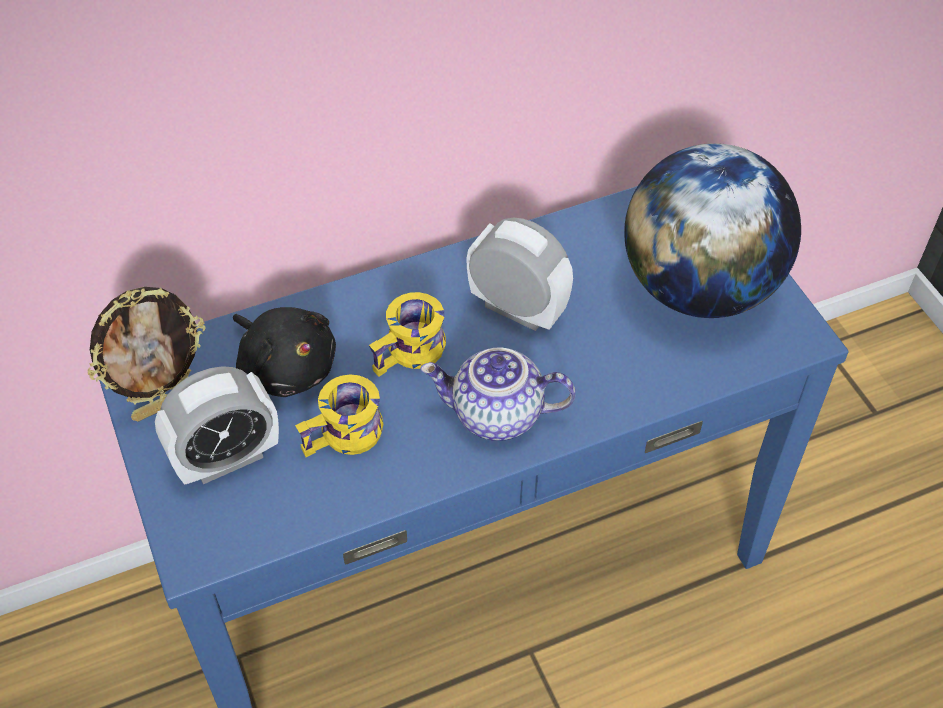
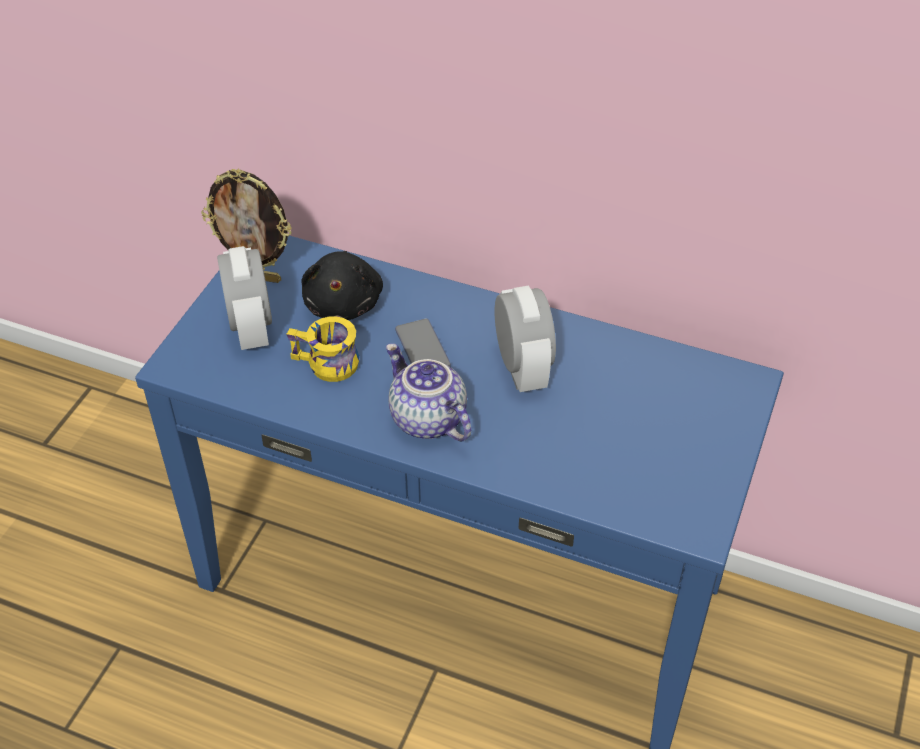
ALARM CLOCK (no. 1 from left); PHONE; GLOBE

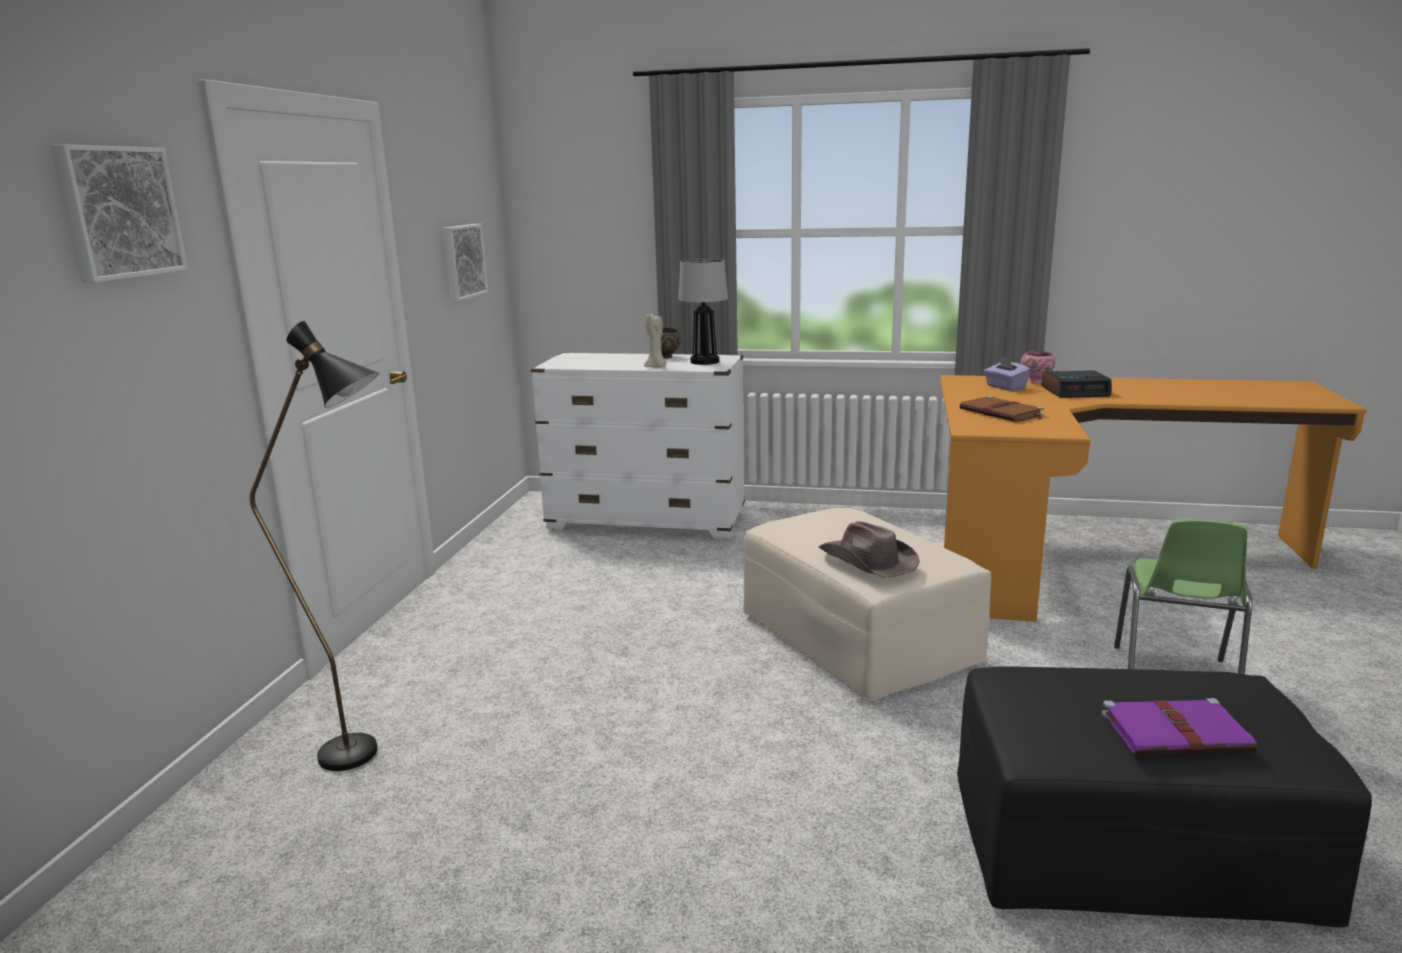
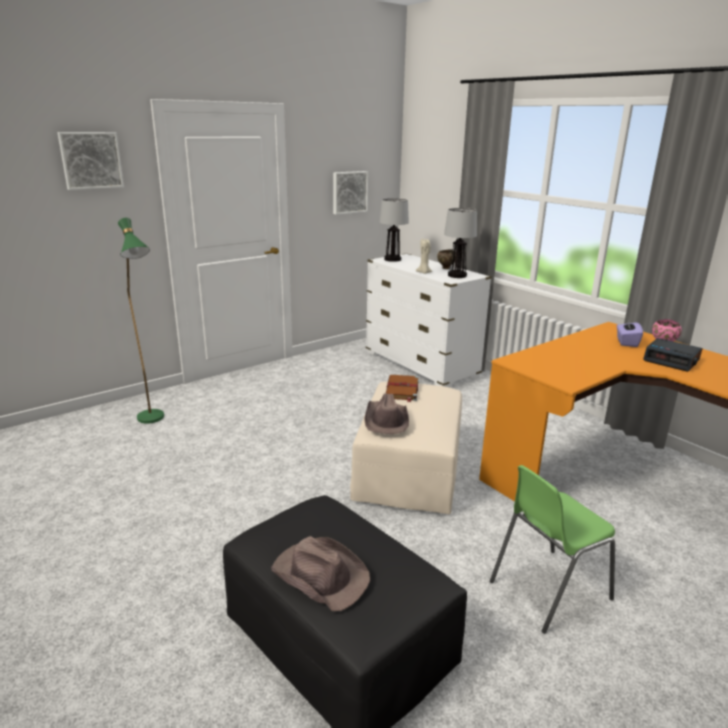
GREEN FLOOR LAMP; BROWN HAT (no. 1 from left); TABLE LAMP (no. 1 from left); BROWN BOOK

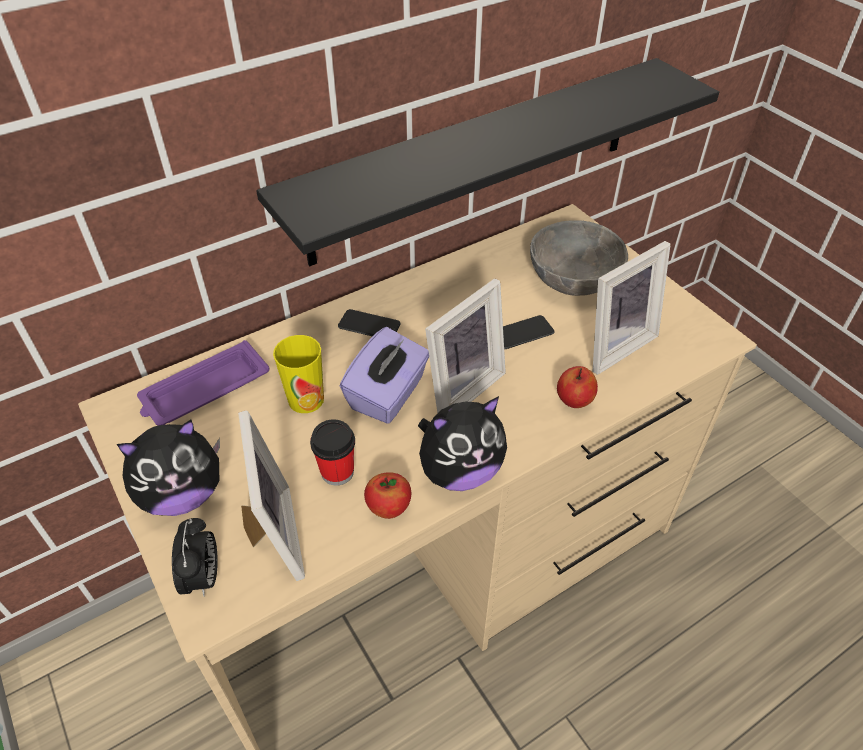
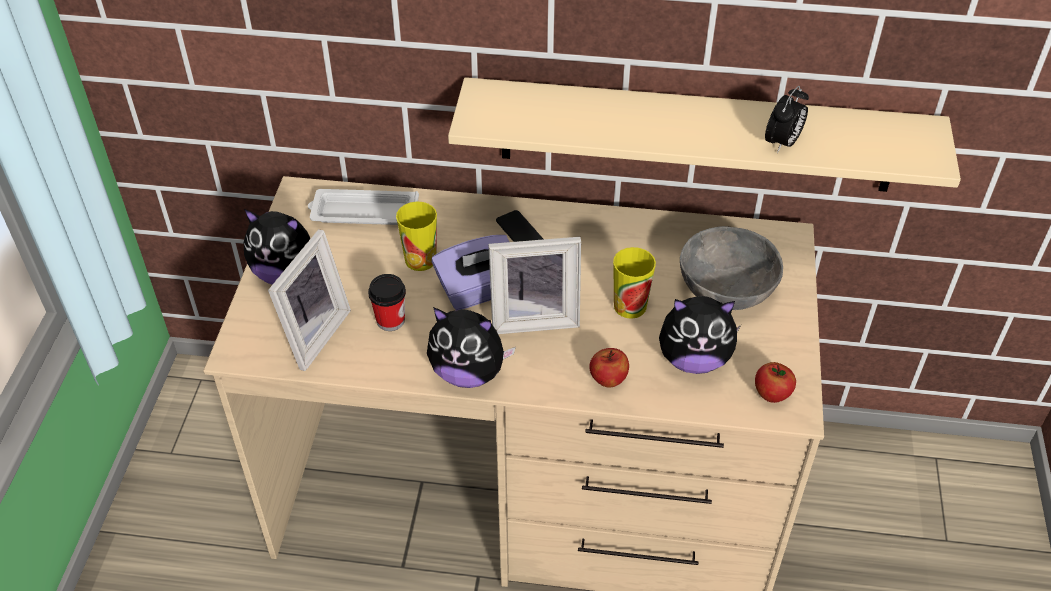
WHITE TRAY; BEIGE SHELF; CUP (no. 3 from left); PLUSH TOY (no. 3 from left); APPLE (no. 2 from left); ALARM CLOCK

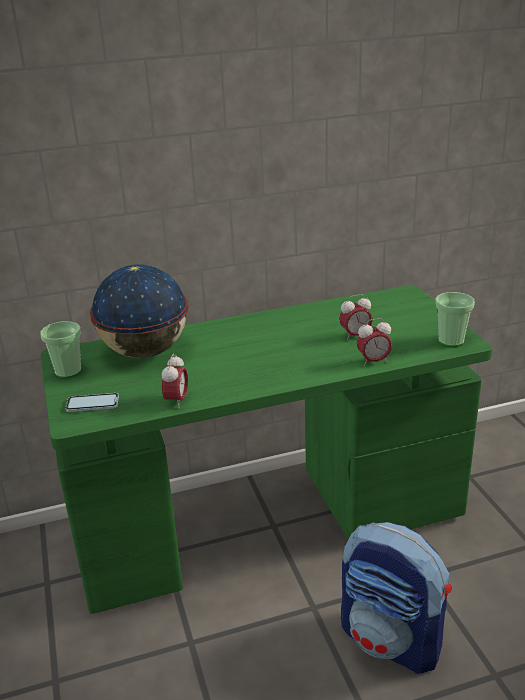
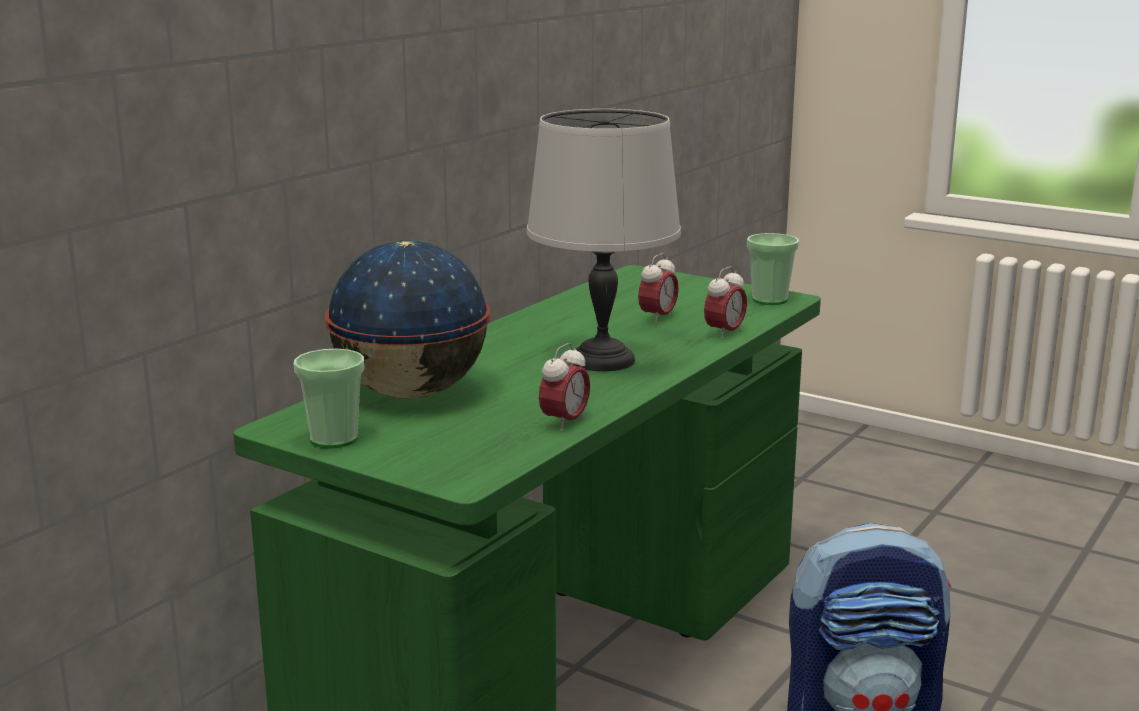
GREY TABLE LAMP; ALARM CLOCK (no. 1 from left); PHONE

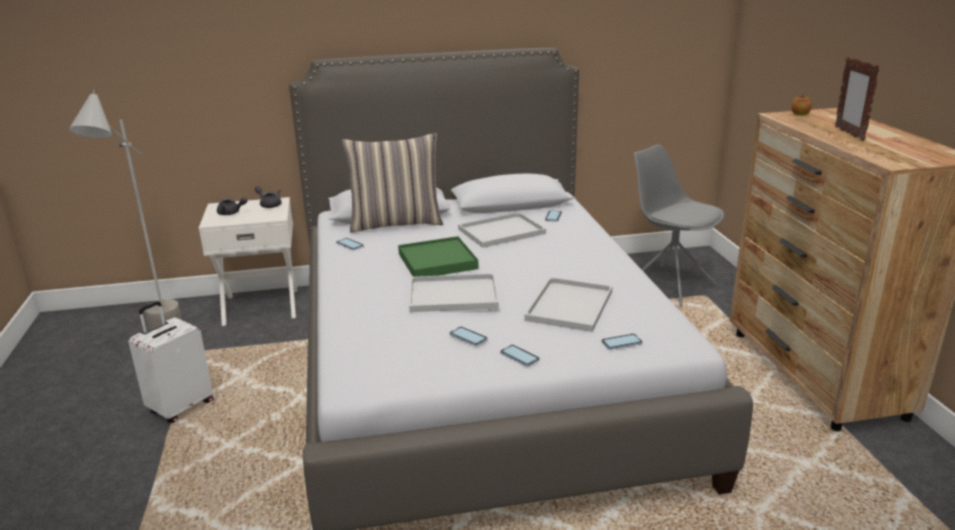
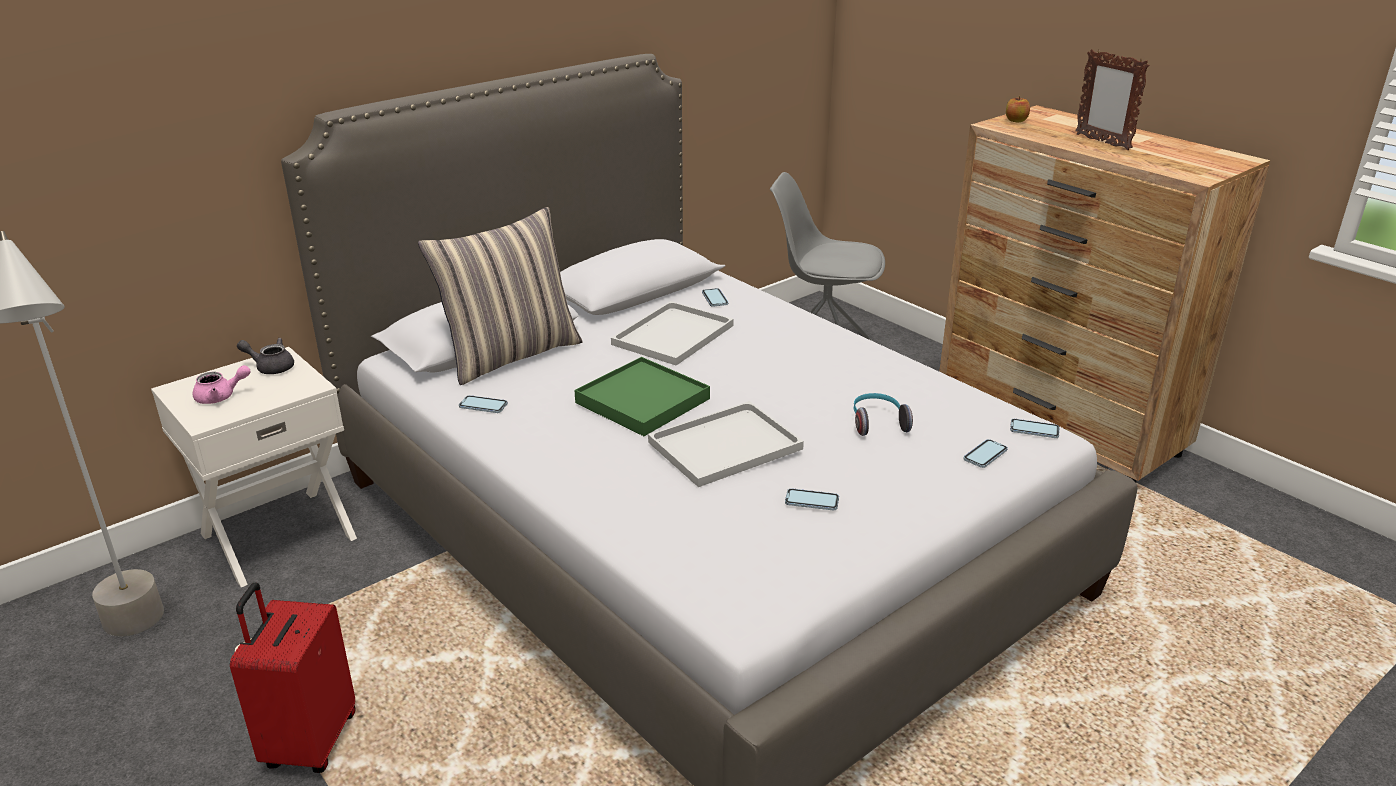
PINK TEAPOT; RED SUITCASE; HEADPHONES; PHONE (no. 5 from left)

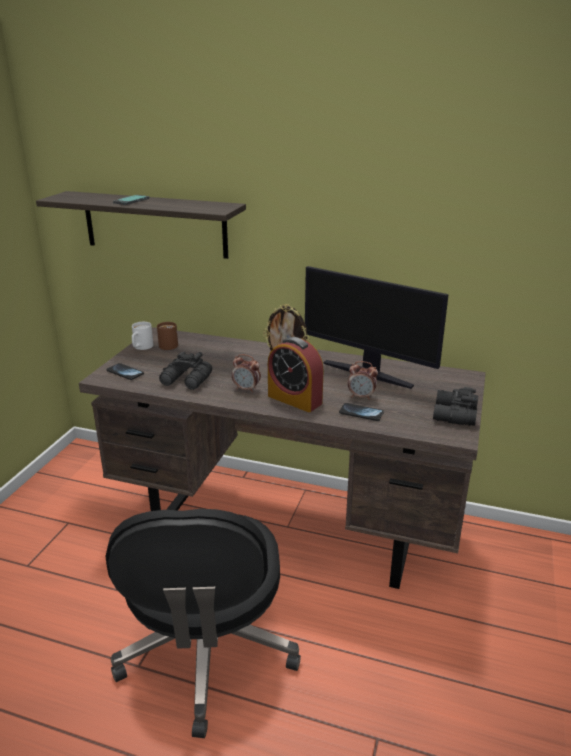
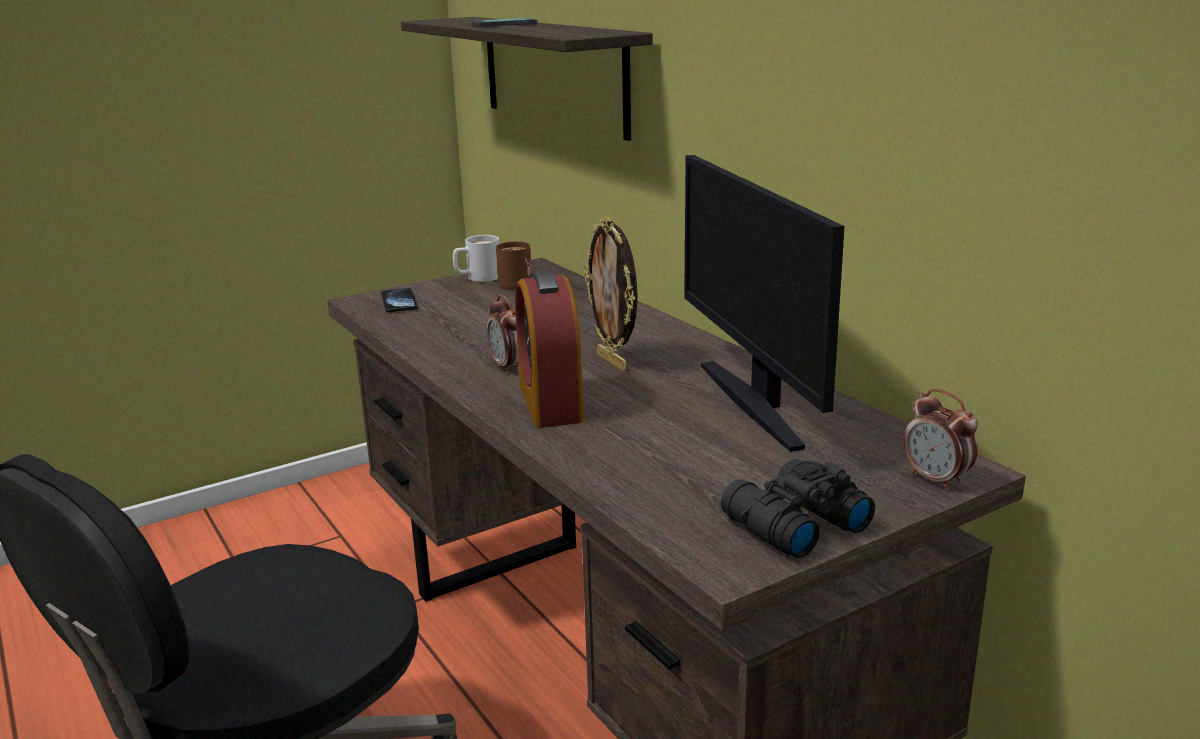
ALARM CLOCK (no. 3 from left); BLACK BINOCULARS (no. 1 from left in the first image); PHONE (no. 3 from left in the first image)

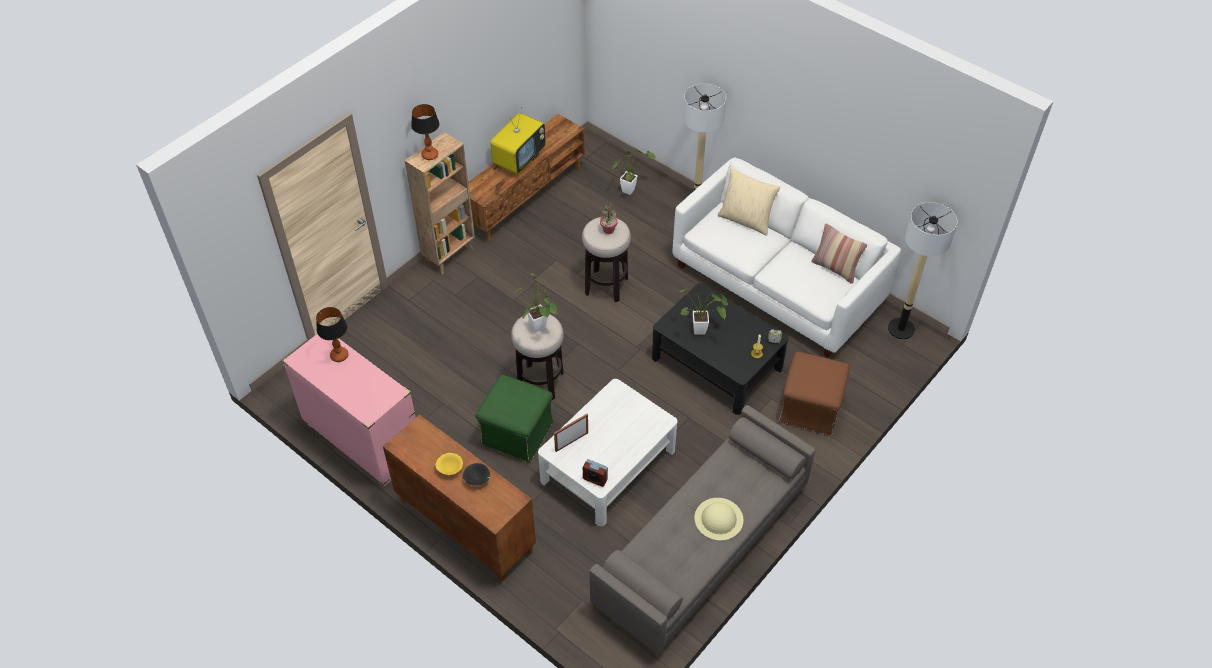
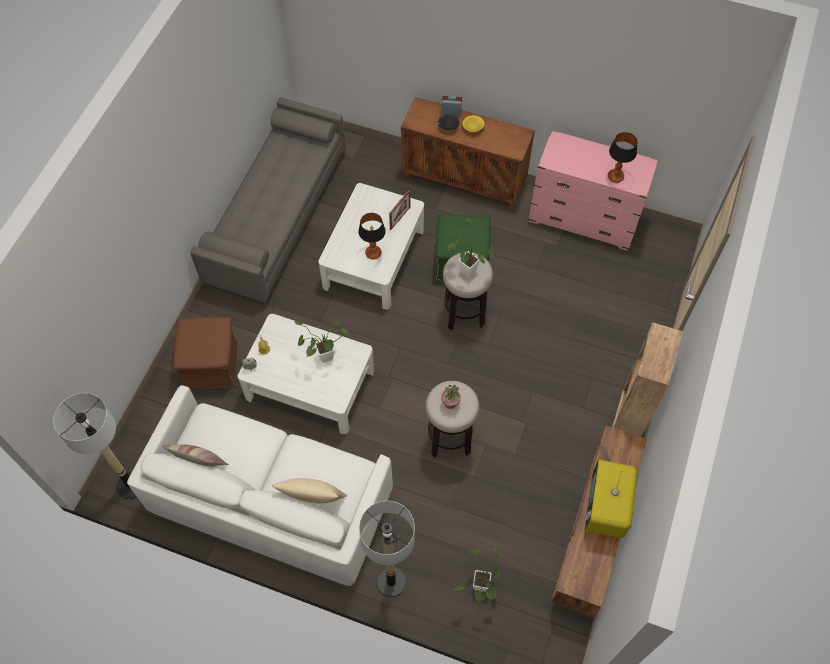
WHITE COFFEE TABLE (no. 1 from left); TABLE LAMP (no. 1 from left); ALARM CLOCK (no. 2 from left); BEIGE HAT

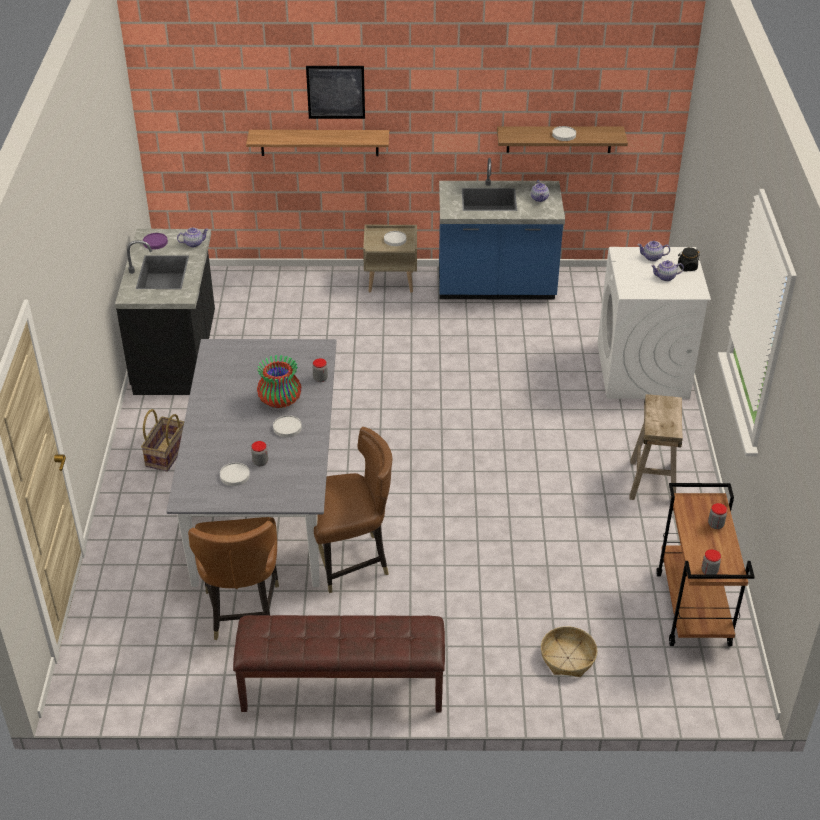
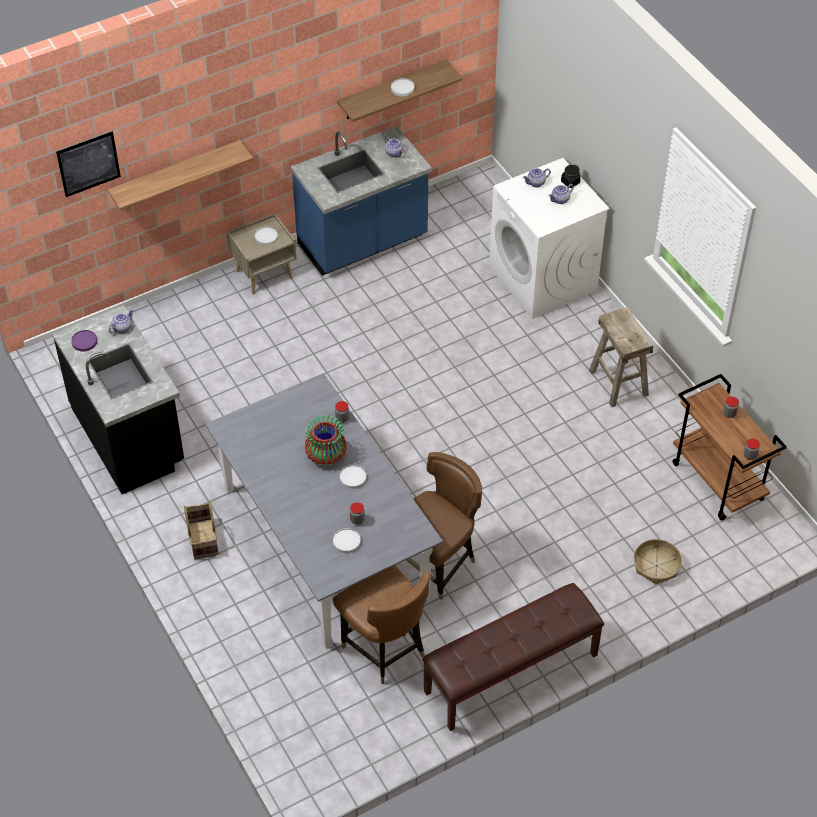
PICTURE

